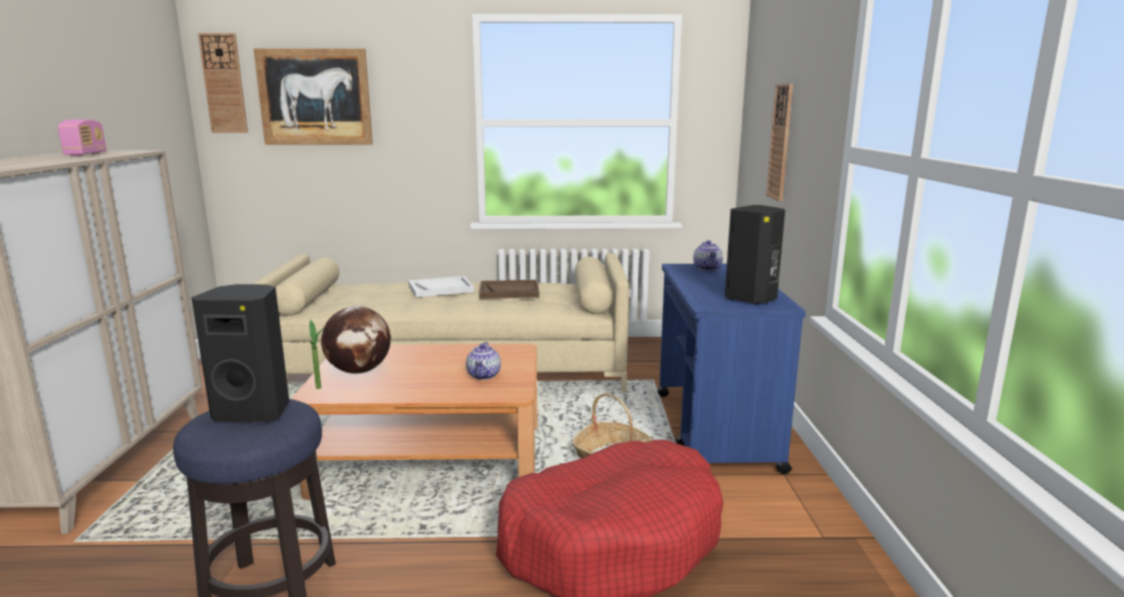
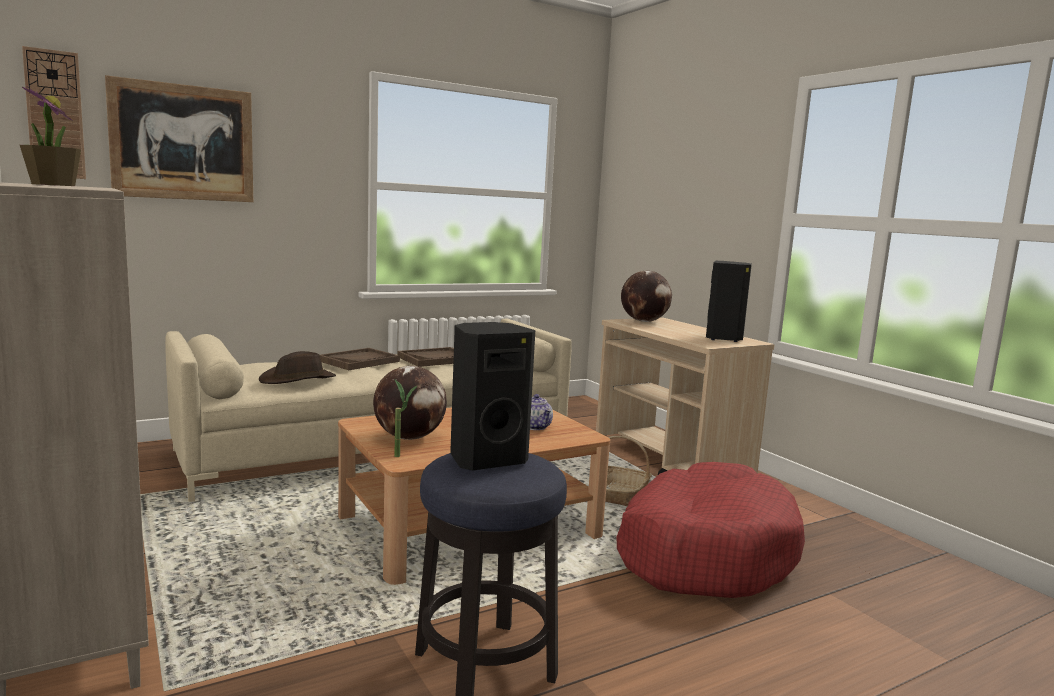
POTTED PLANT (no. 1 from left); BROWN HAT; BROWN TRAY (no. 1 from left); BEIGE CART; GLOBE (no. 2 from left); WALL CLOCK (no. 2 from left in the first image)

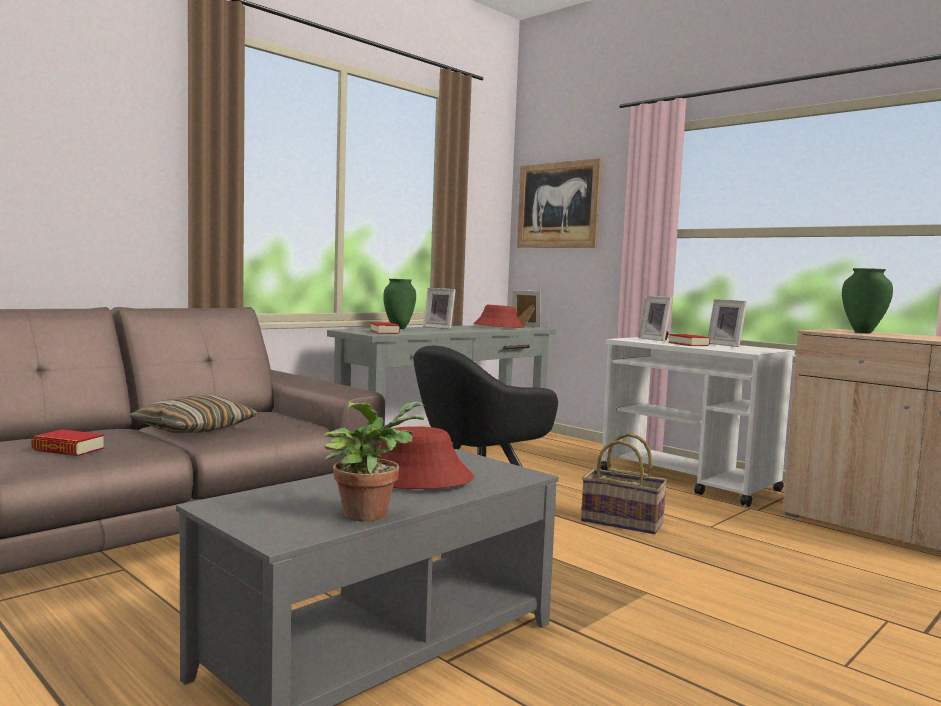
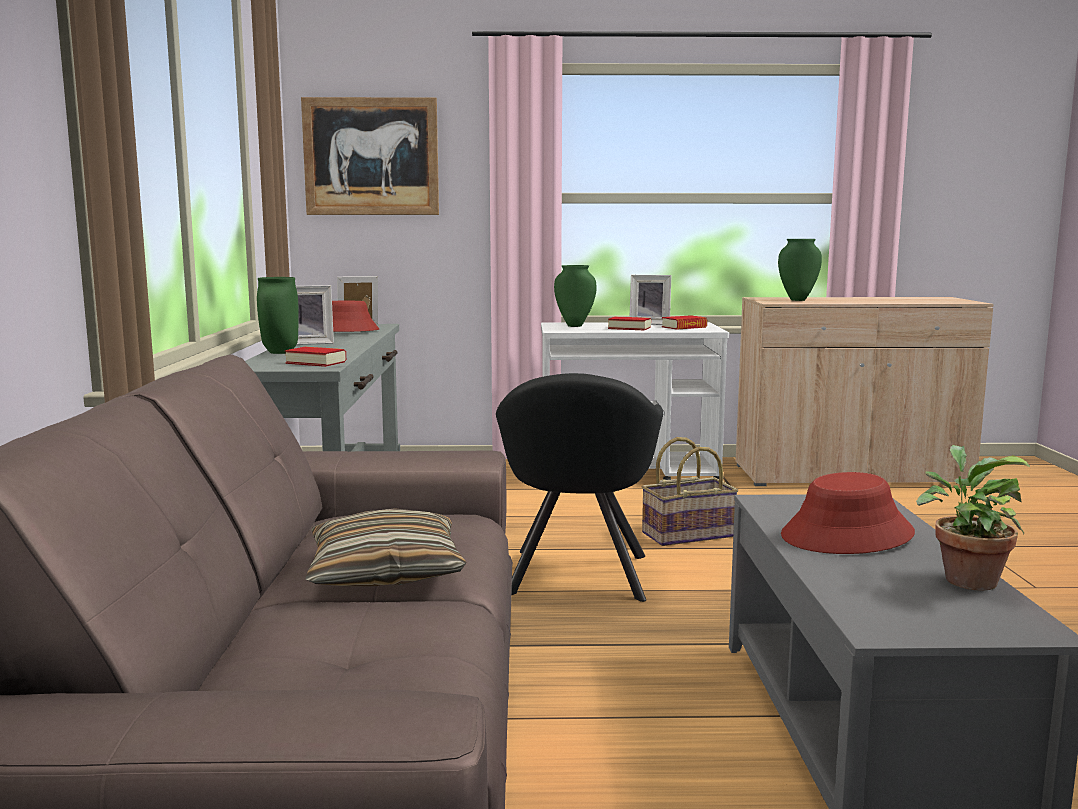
GREEN VASE (no. 2 from left); BOOK (no. 3 from left)

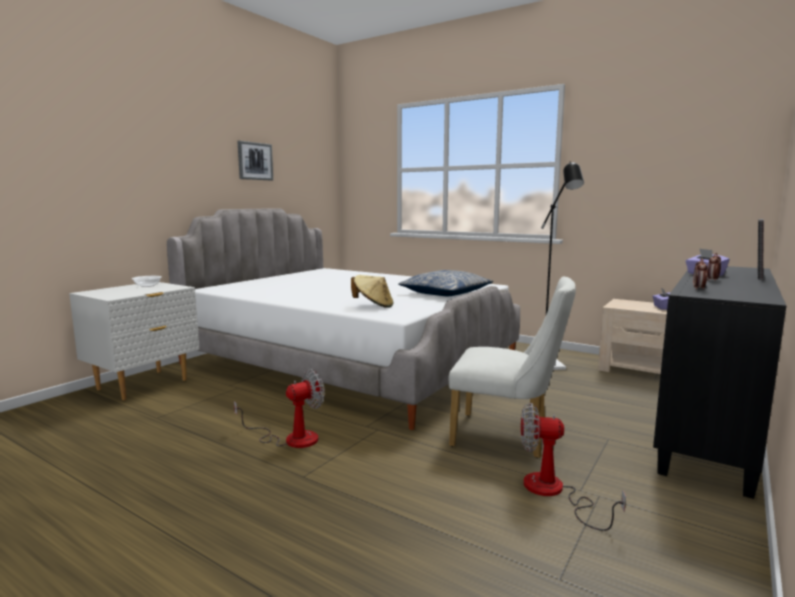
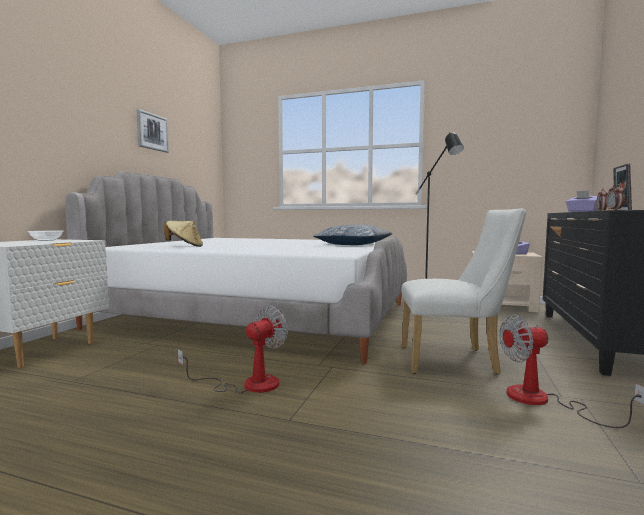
BEIGE HAT

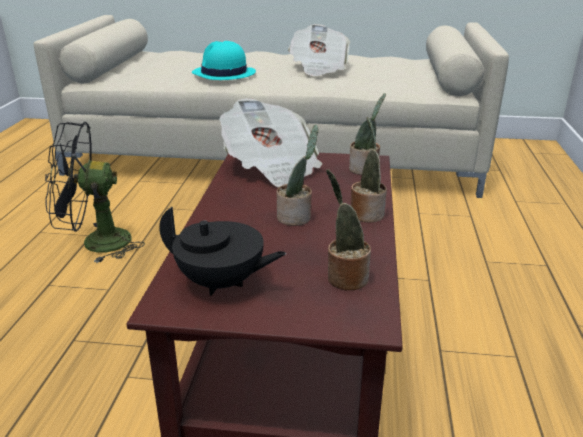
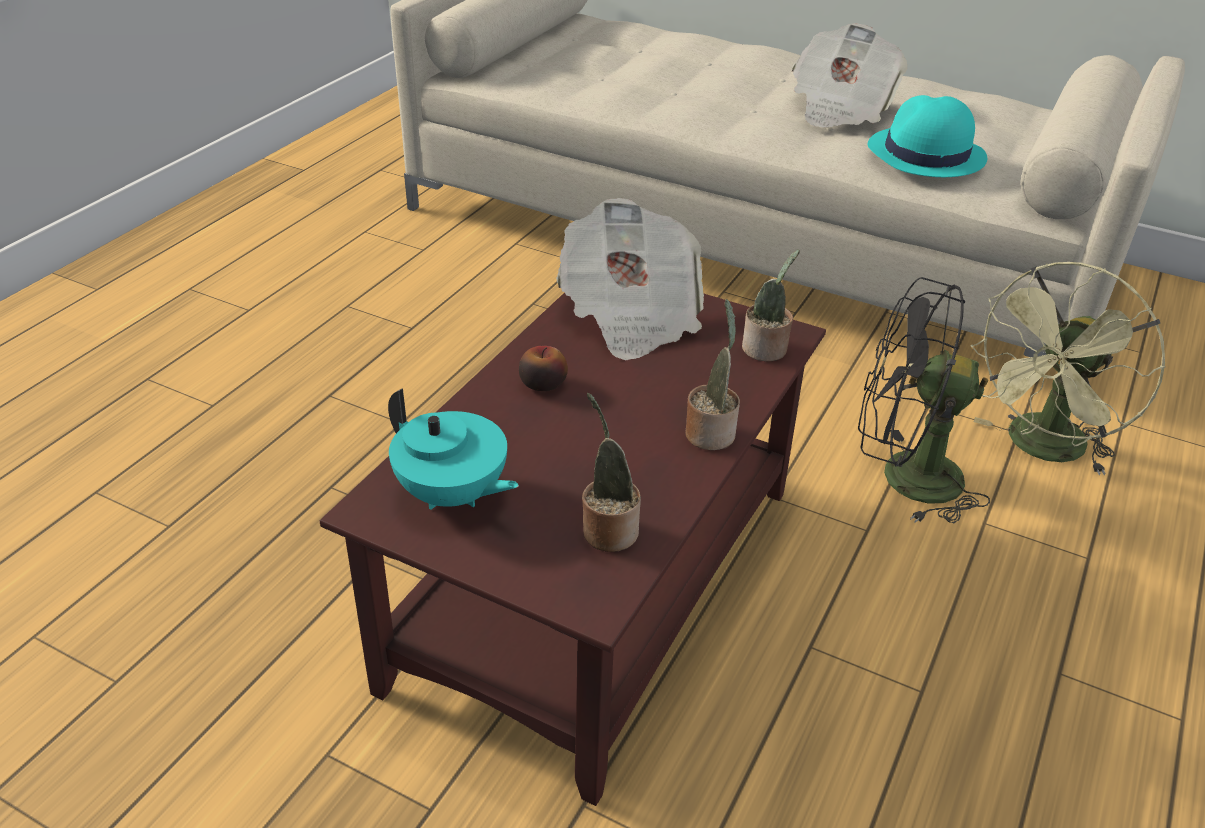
TURQUOISE TEAPOT; APPLE; BLACK FAN; TURQUOISE HAT; GREEN FAN; POTTED PLANT (no. 1 from left in the first image)

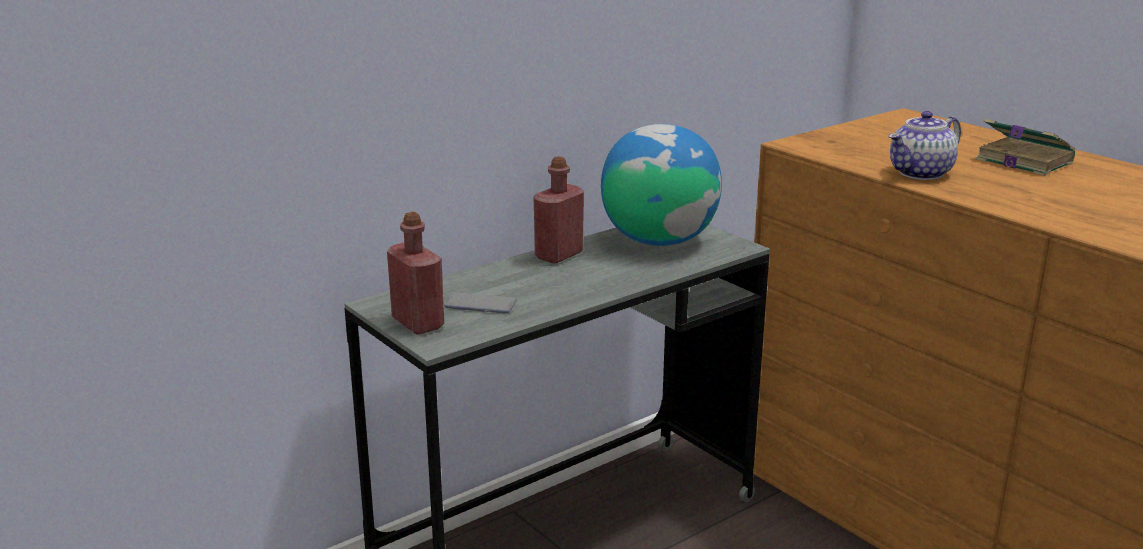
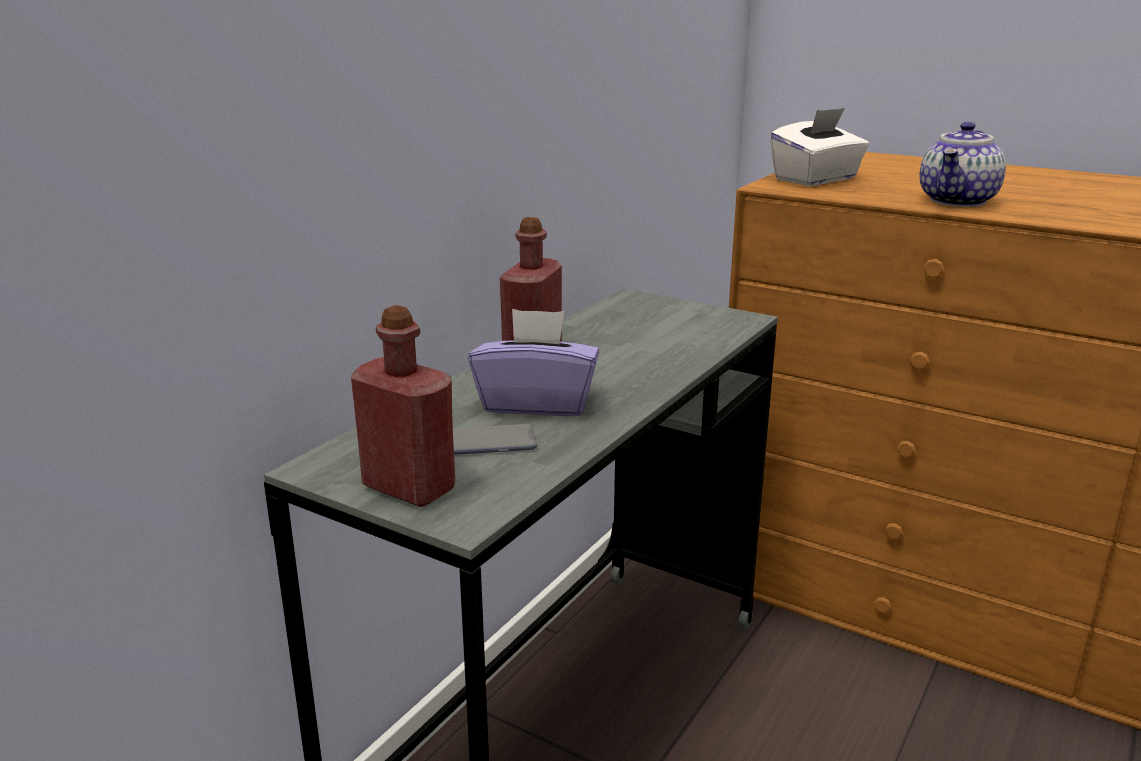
PURPLE TISSUE BOX; WHITE TISSUE BOX; GLOBE; BOOK

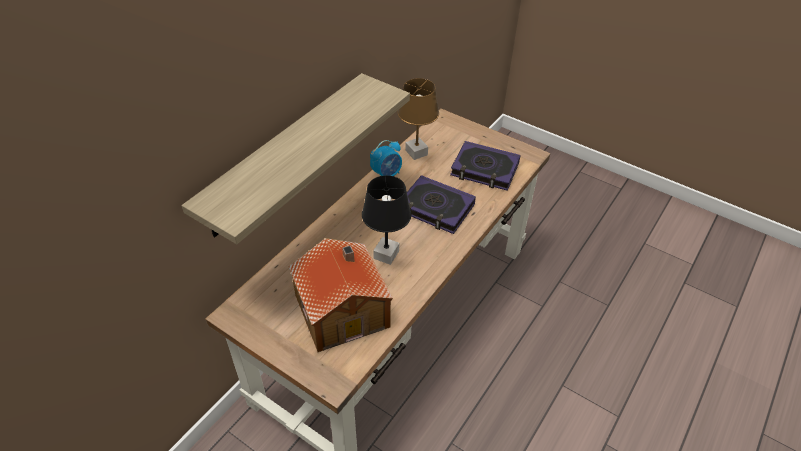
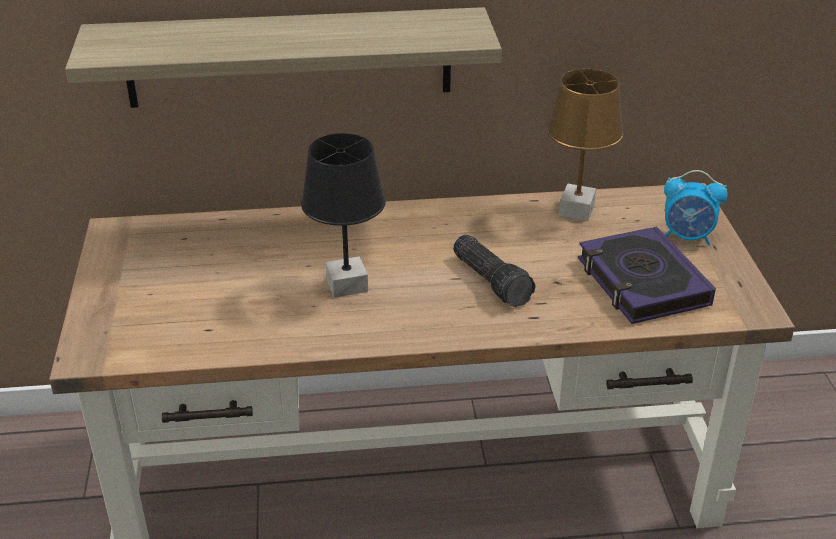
FLASHLIGHT; ALARM CLOCK; TOY HOUSE

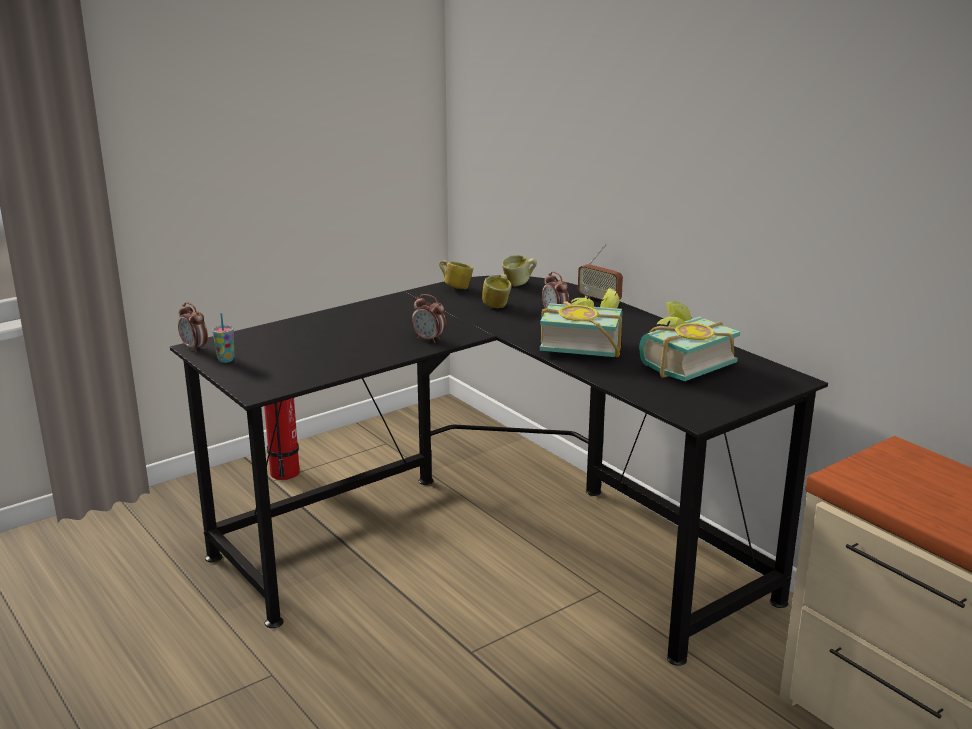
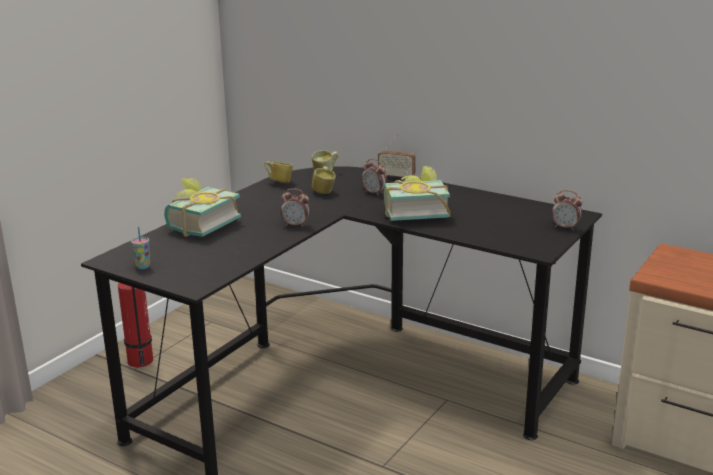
BOOK (no. 1 from left); ALARM CLOCK (no. 3 from left)

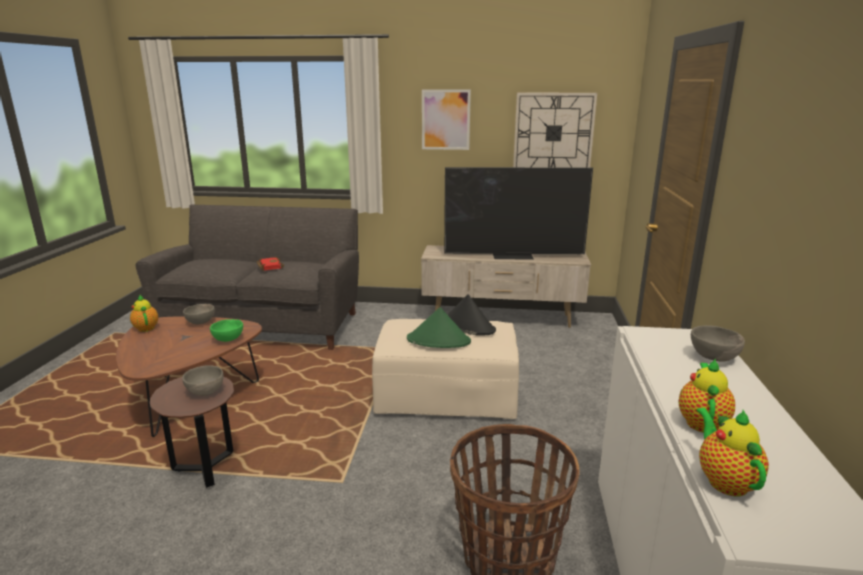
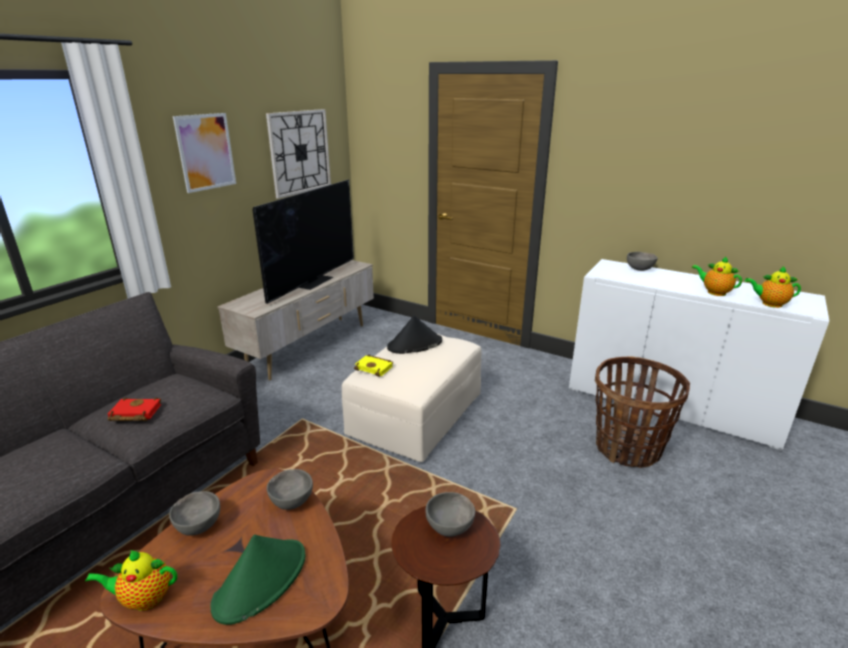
GREEN HAT; GREY BOWL (no. 2 from left); YELLOW BOOK

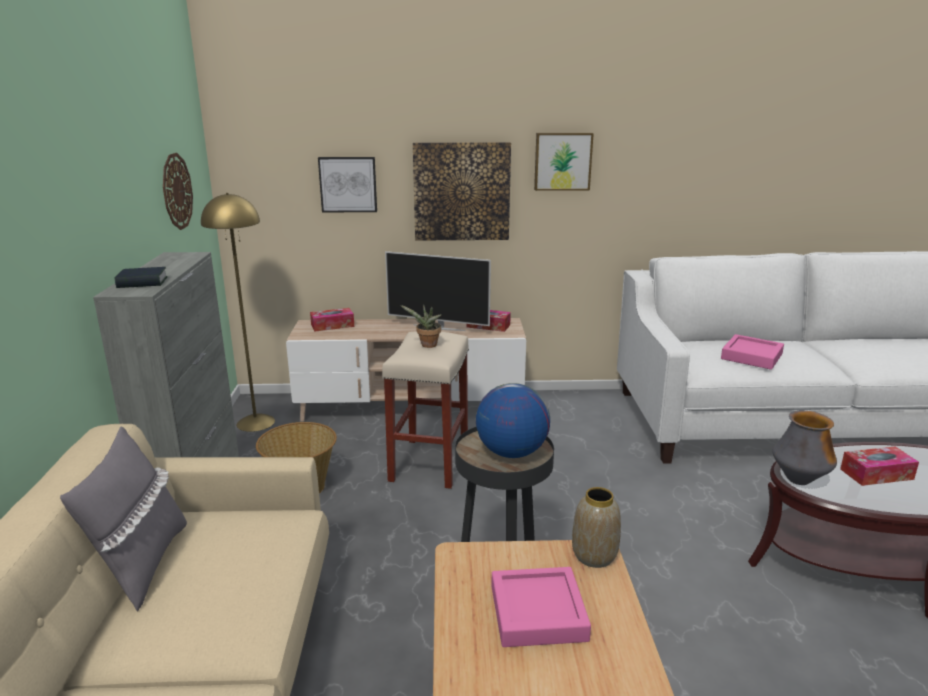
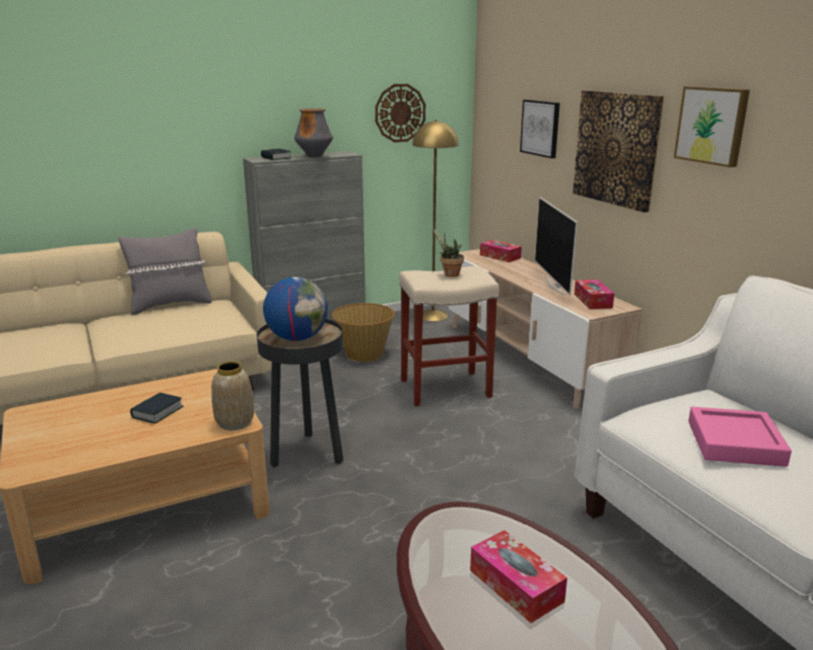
BOOK (no. 1 from left); VASE (no. 2 from left)

